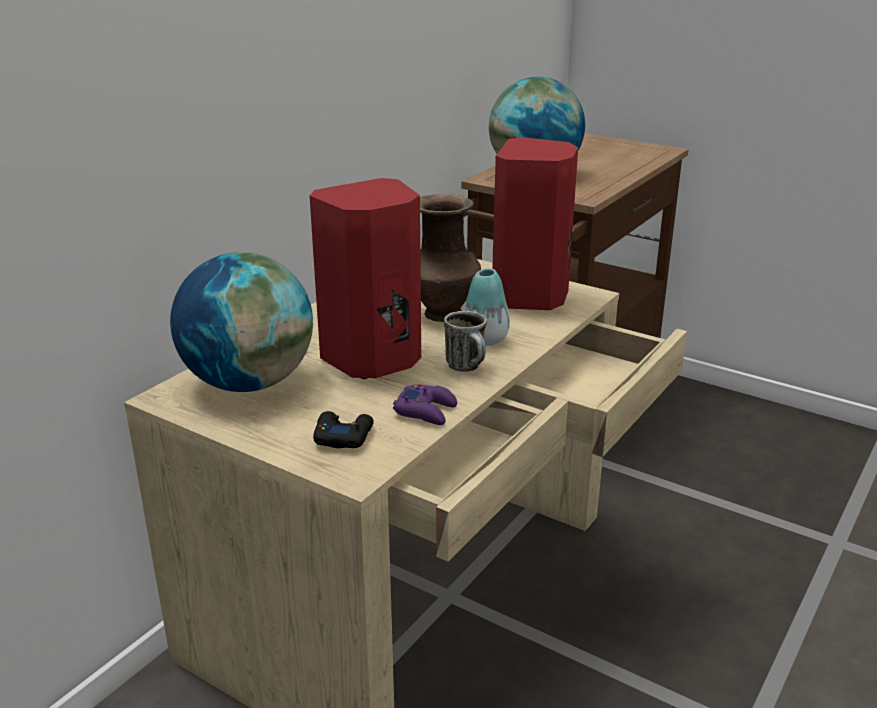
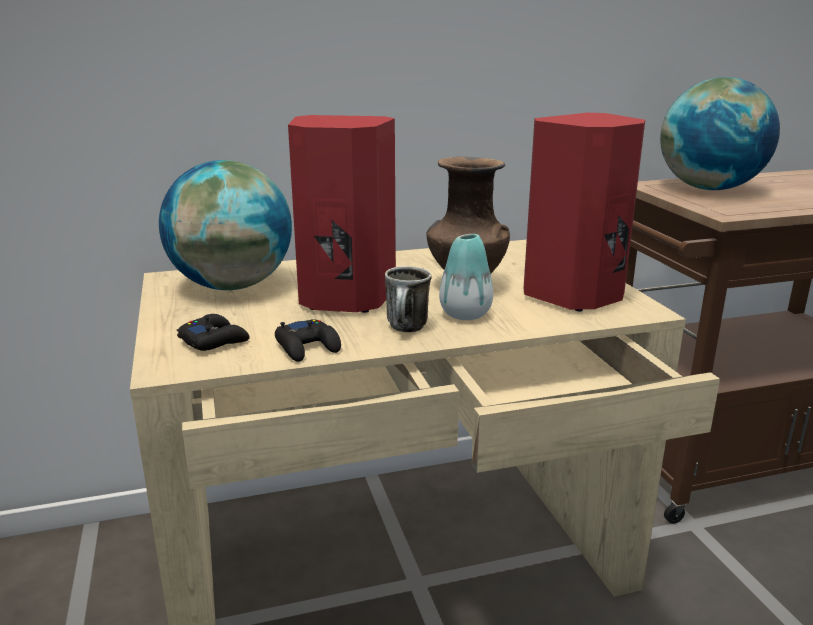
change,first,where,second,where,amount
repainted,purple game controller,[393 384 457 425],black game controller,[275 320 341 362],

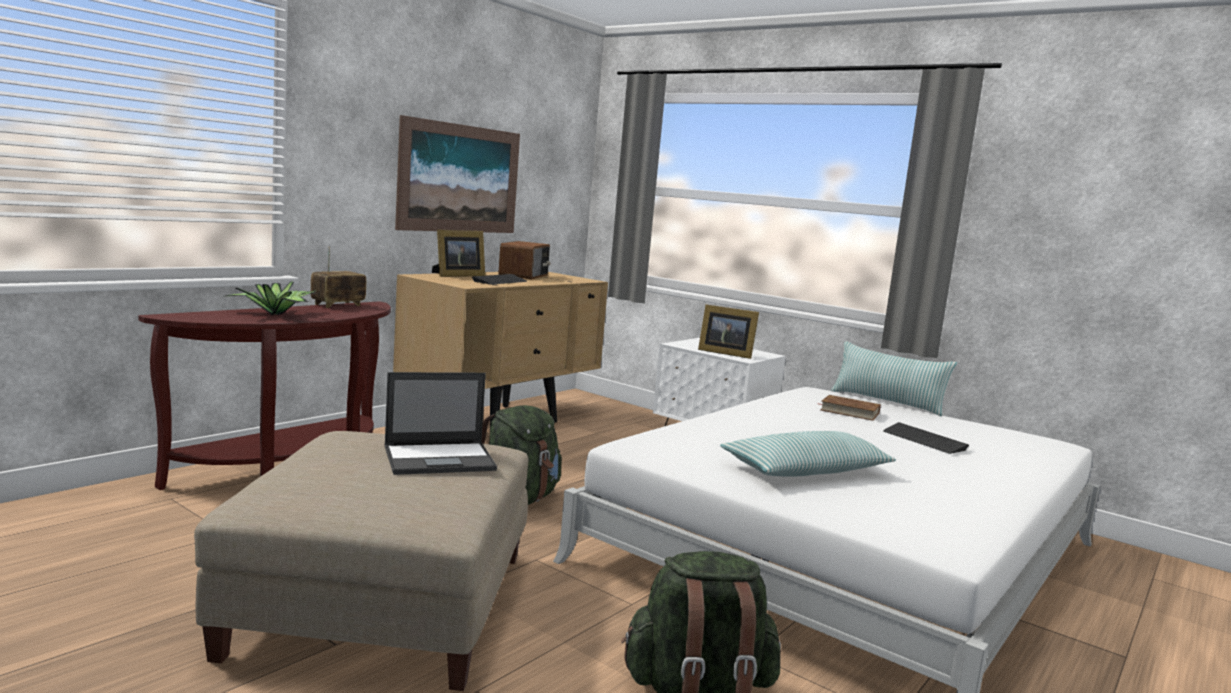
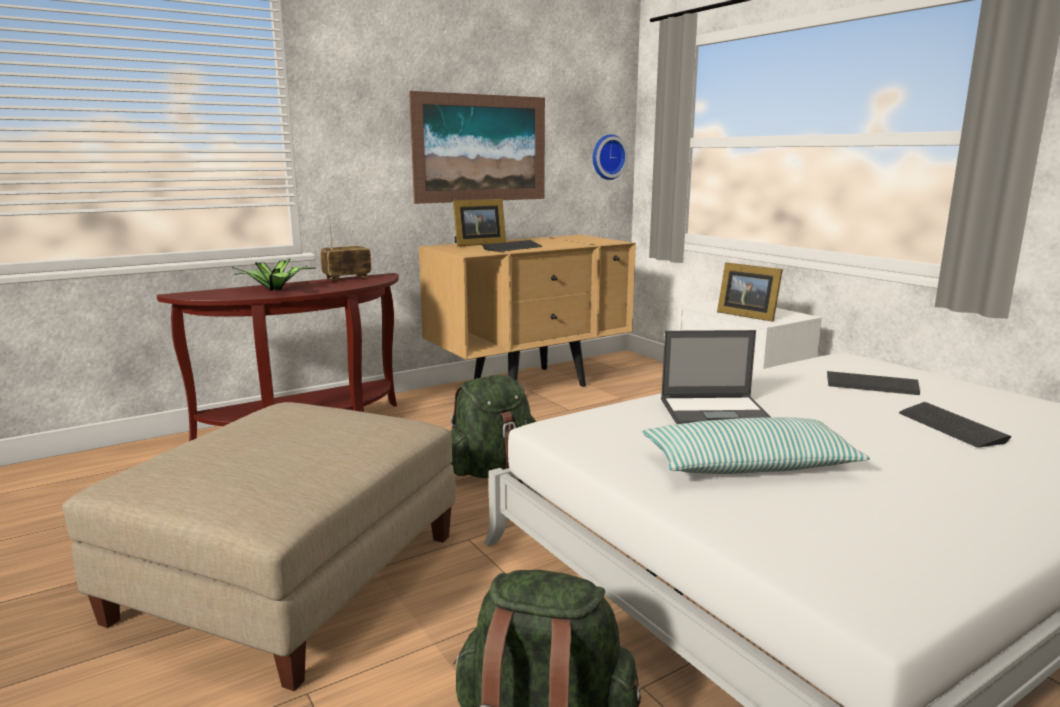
change,first,where,second,where,amount
shifted,laptop,[384 372 497 475],,[661 330 770 424],
gone,radio,[498 241 550 279],,,
swapped,brown book,[817 395 881 421],keyboard,[827 371 920 395],
gone,pillow,[831 341 957 416],,,
new,,,wall clock,[593 134 628 180],

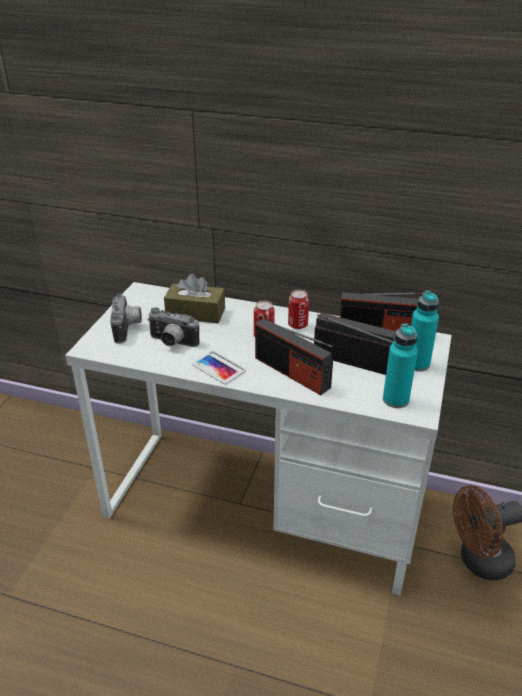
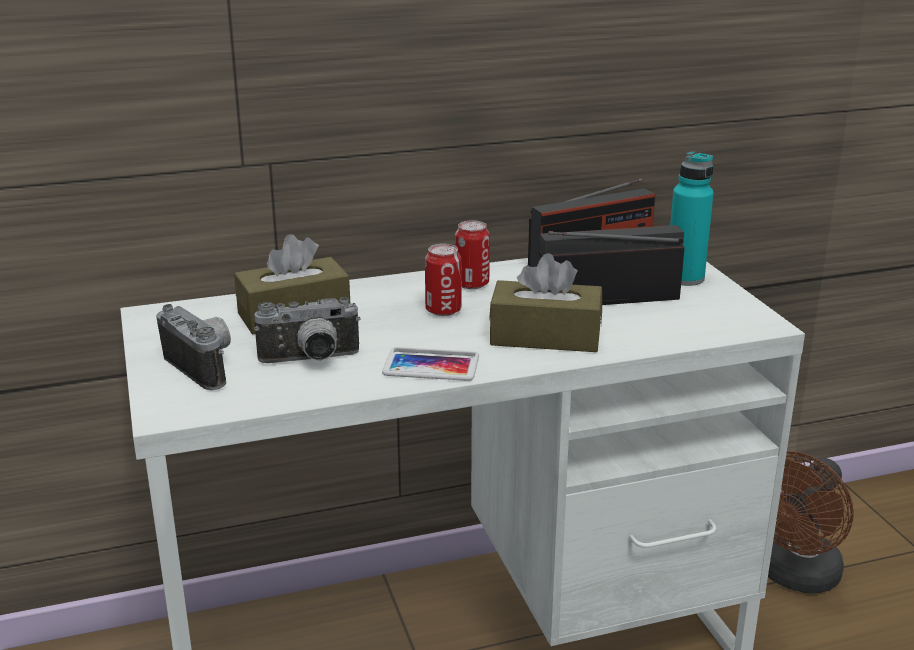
change,first,where,second,where,amount
swapped,radio,[255 318 333 395],brown tissue box,[489 253 602 352],
gone,turquoise bottle,[383 323 418 408],,,

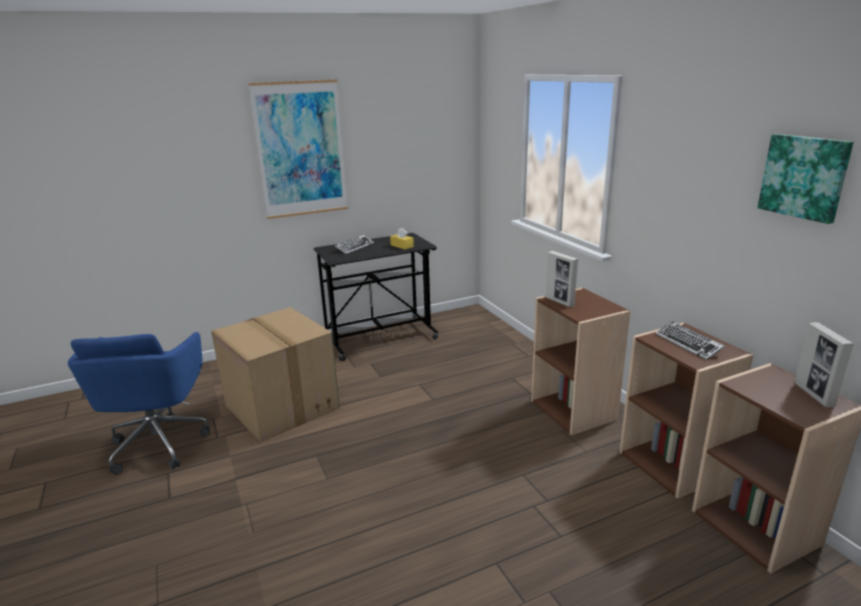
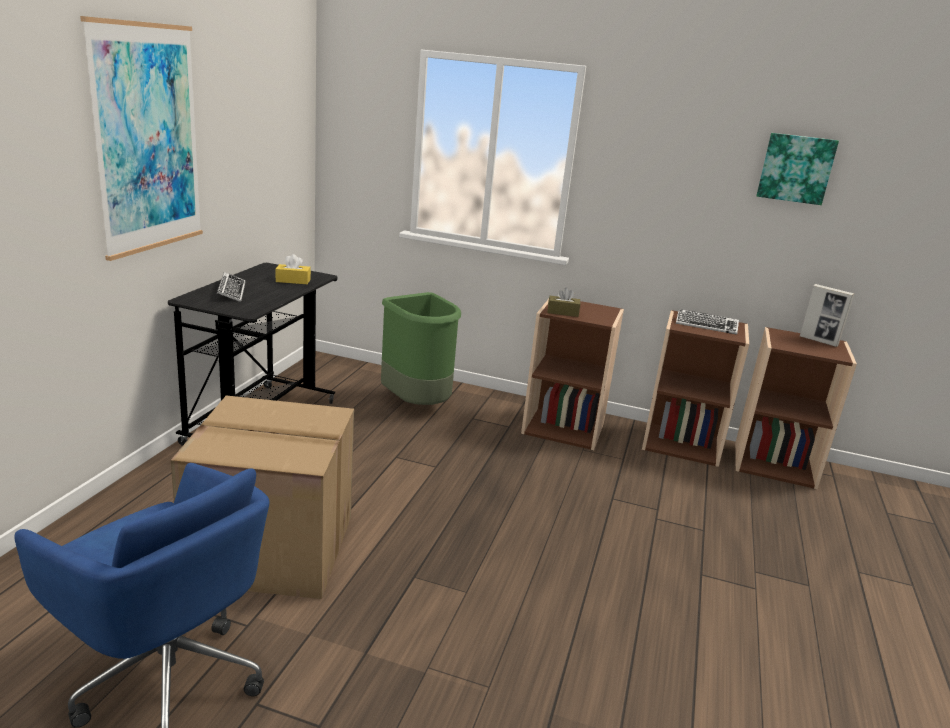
change,first,where,second,where,amount
swapped,picture frame,[546 251 578 307],brown tissue box,[547 287 580 317],
new,,,green trash can,[381 292 461 405],

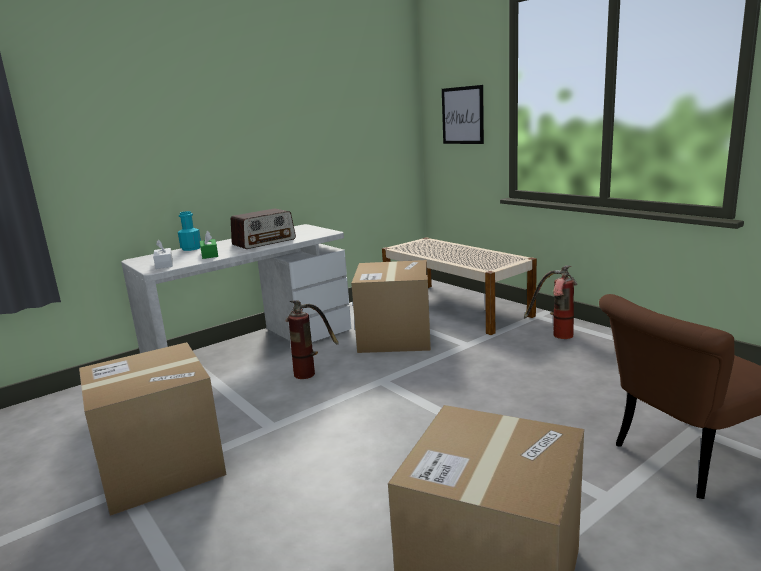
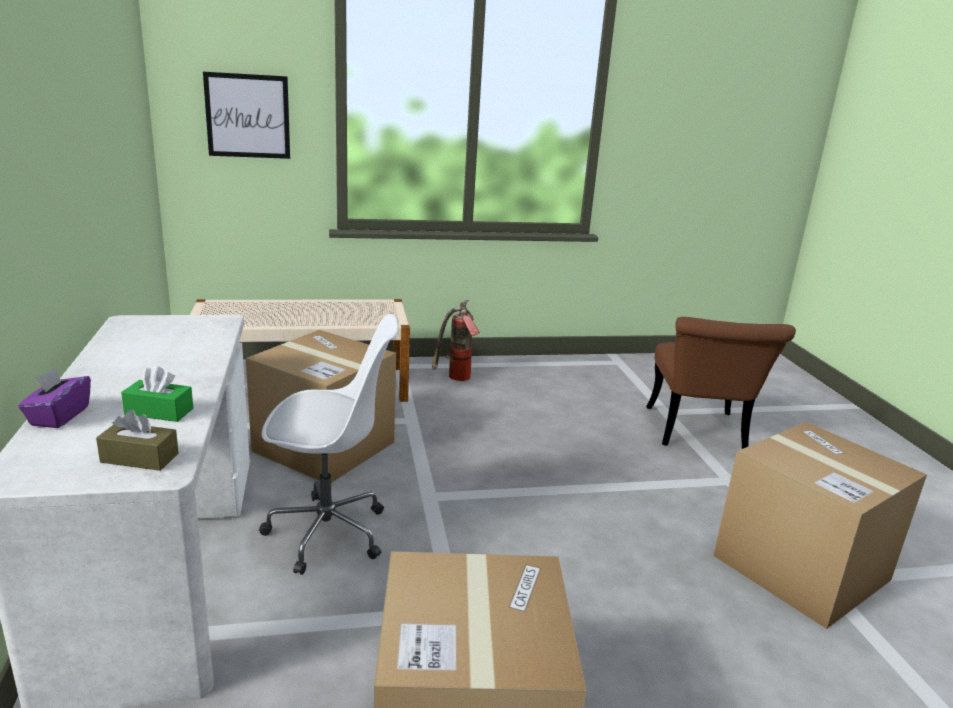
change,first,where,second,where,amount
repainted,white tissue box,[153 239 173 269],brown tissue box,[96 410 179 471],
swapped,turquoise bottle,[178 211 201 251],purple tissue box,[18 367 91 428],
gone,radio,[231 208 296 249],,,
swapped,fire extinguisher,[285 300 339 379],white office chair,[259 314 399 575],

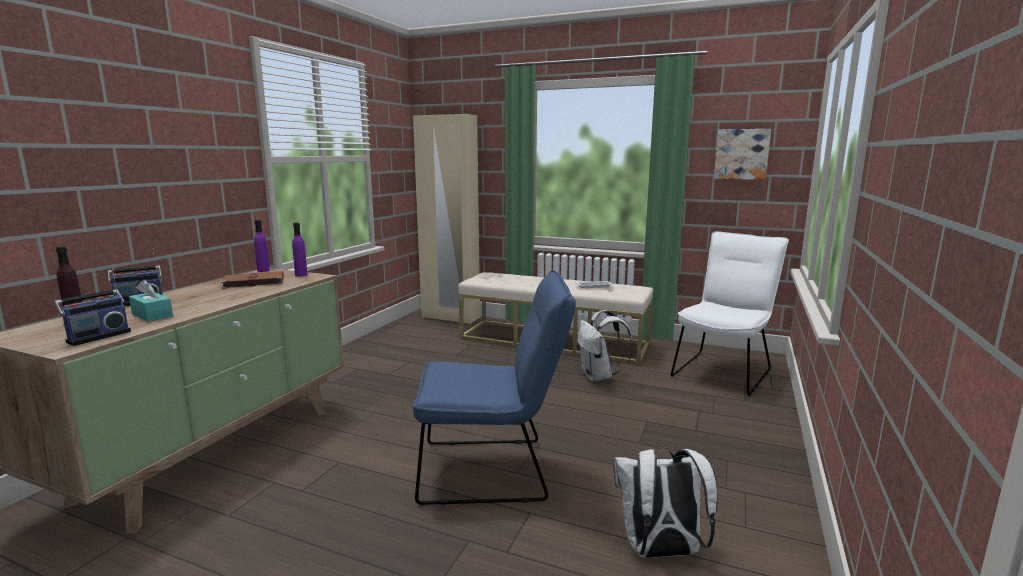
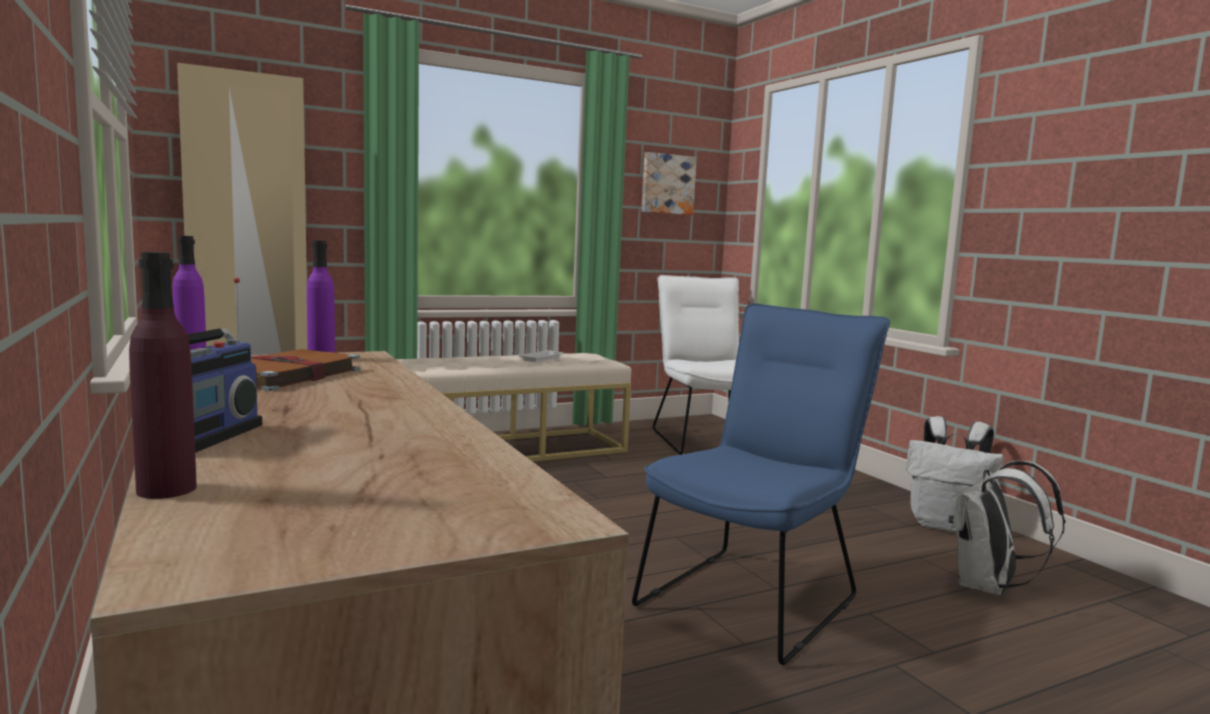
change,first,where,second,where,amount
gone,radio,[55 269 131 346],,,
gone,turquoise tissue box,[129 280 173 322],,,
shifted,white backpack,[577 310 633 381],,[906 416 1004 533],

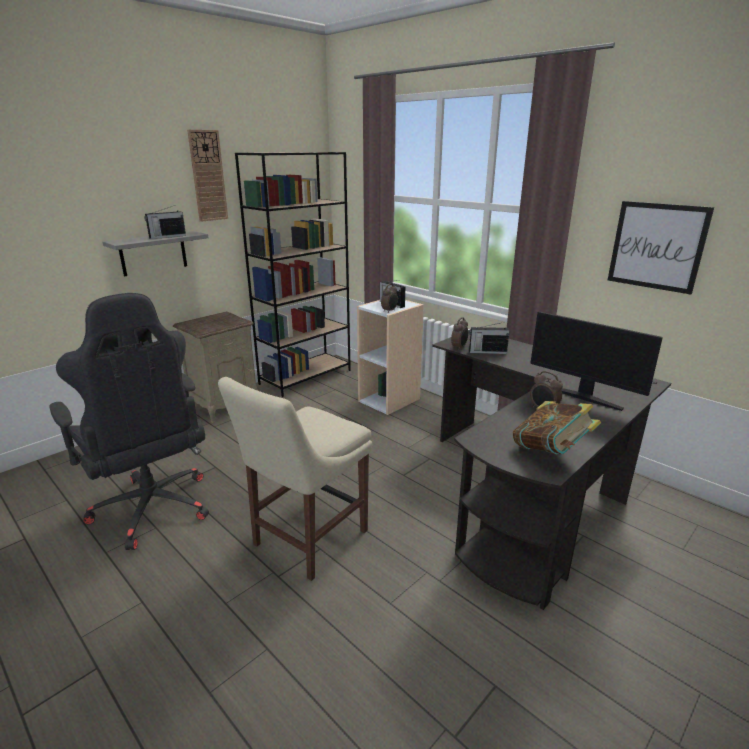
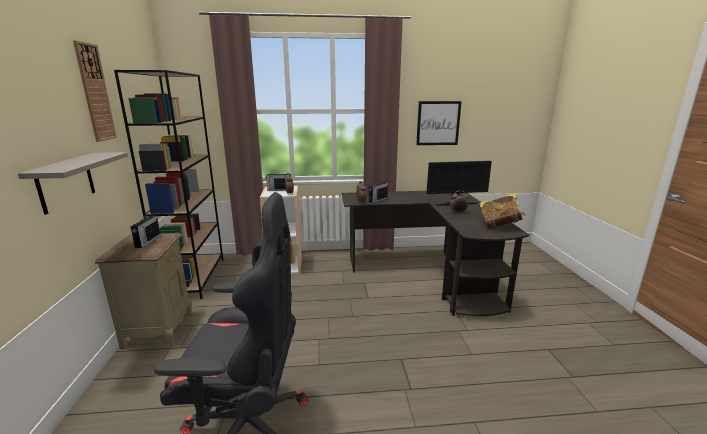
change,first,where,second,where,amount
shifted,radio,[144 205 186 239],,[131 215 161 248],
gone,beige chair,[218 377 372 581],,,

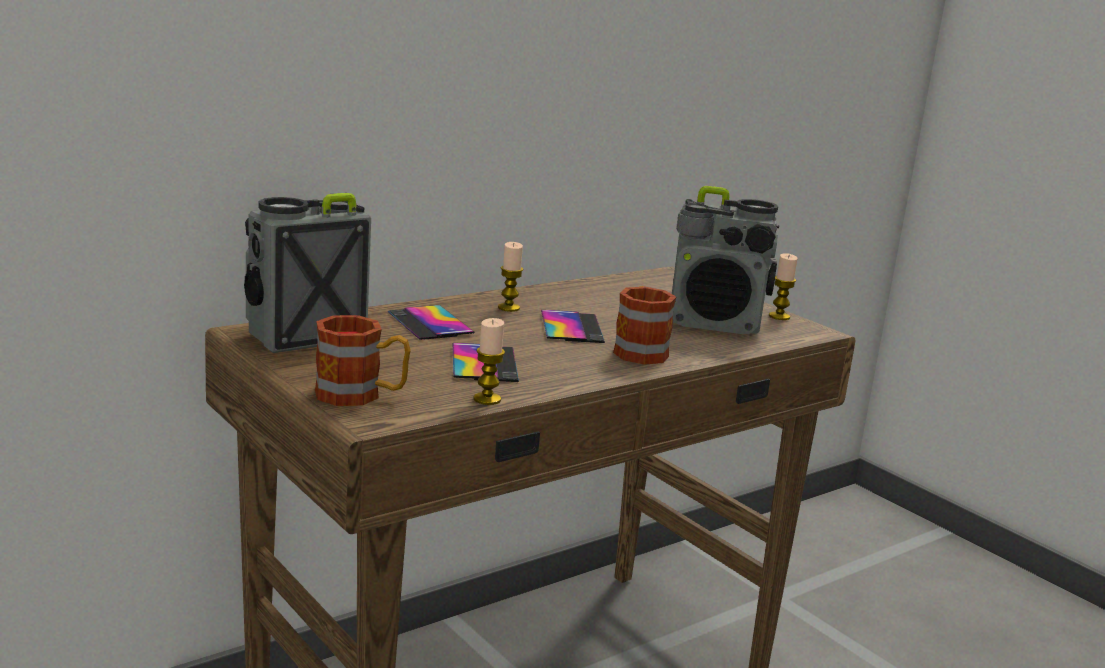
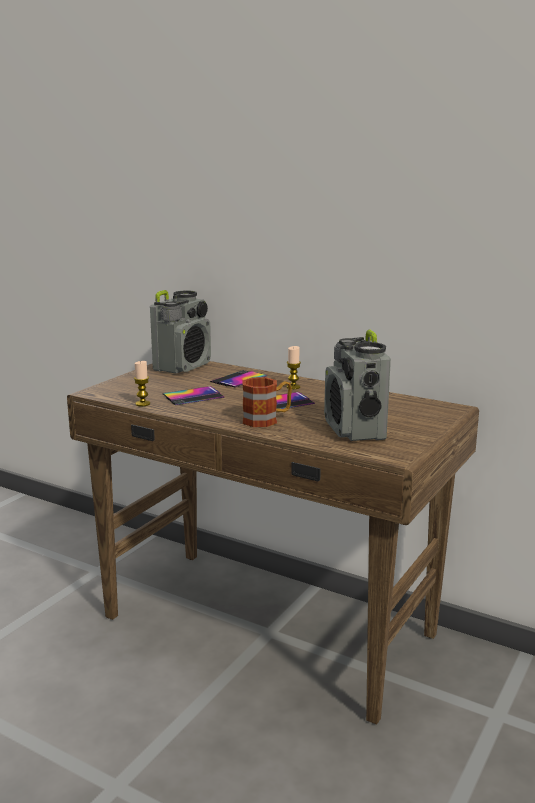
change,first,where,second,where,amount
rotated,radio,[244 193 371 353],,[150 290 211 374],90 degrees clockwise
gone,mug,[315 315 411 406],,,
gone,candle,[769 253 798 320],,,

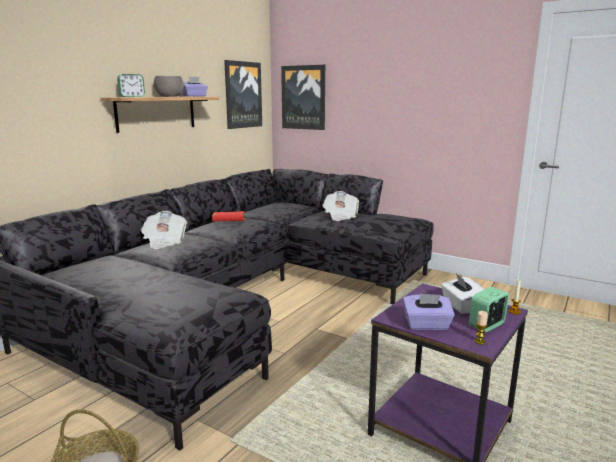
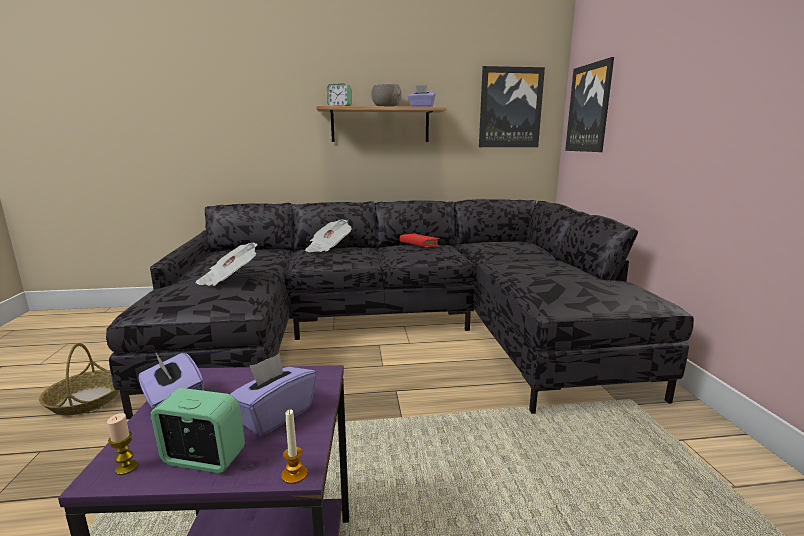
change,first,where,second,where,amount
shifted,newspaper,[323 191 359 221],,[196 243 257 286],
repainted,white tissue box,[441 273 484 314],purple tissue box,[230 353 316 436],

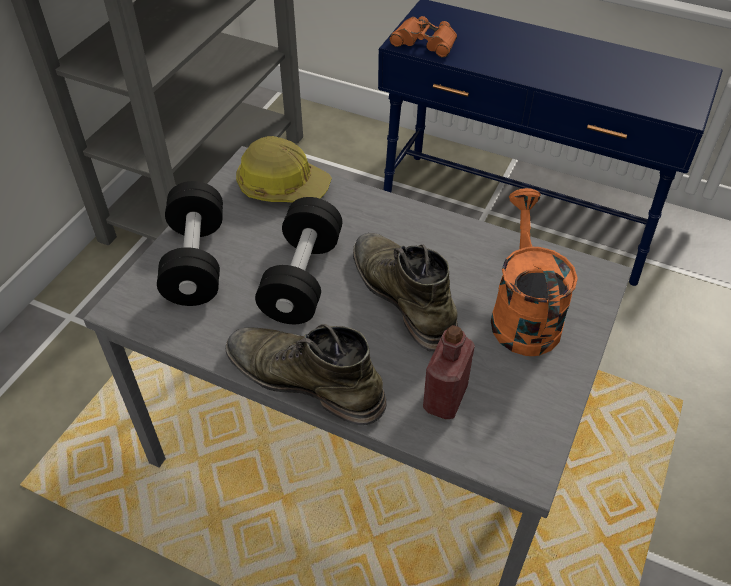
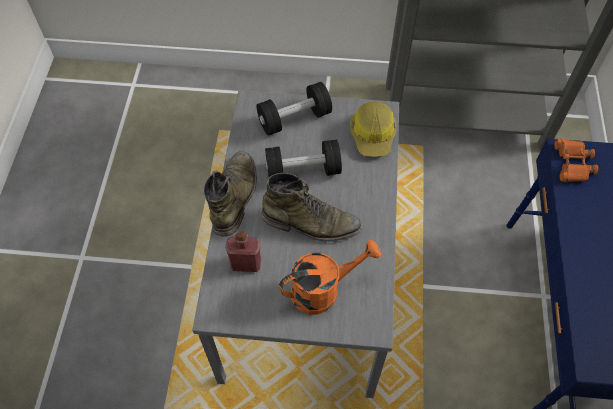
change,first,where,second,where,amount
rotated,green boot,[353 233 458 352],,[261 173 362 242],60 degrees clockwise

